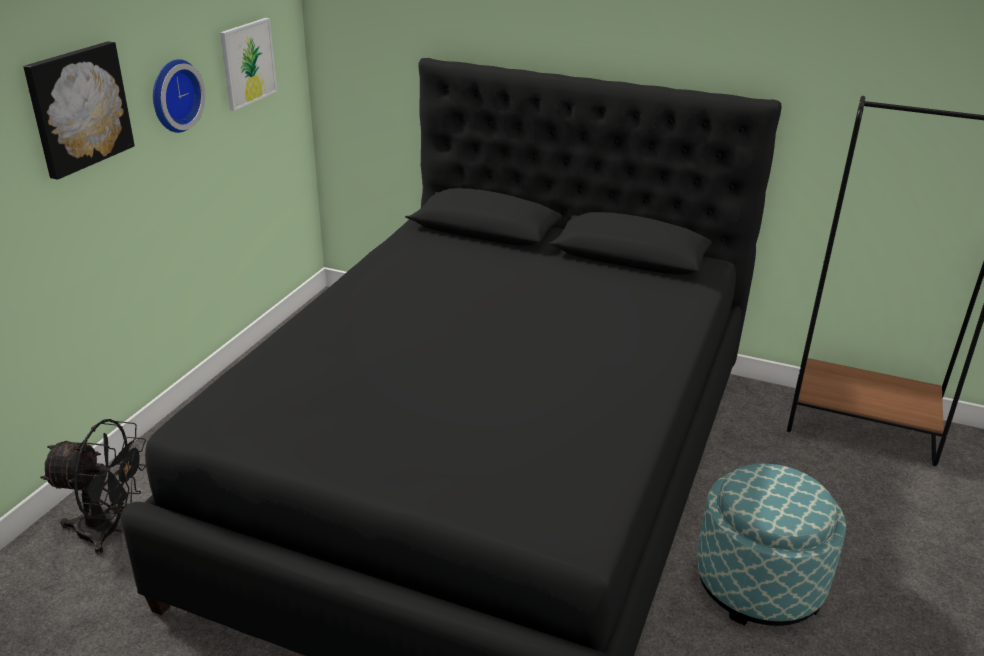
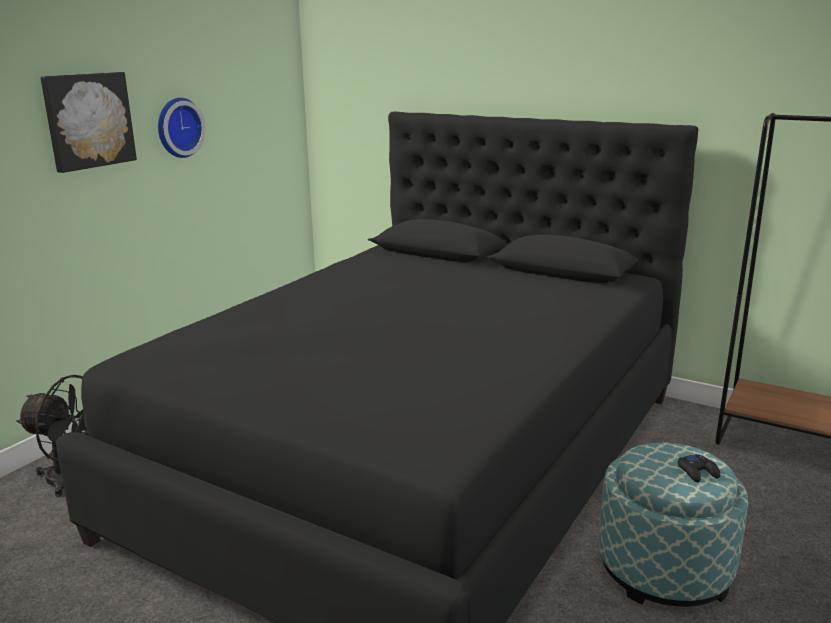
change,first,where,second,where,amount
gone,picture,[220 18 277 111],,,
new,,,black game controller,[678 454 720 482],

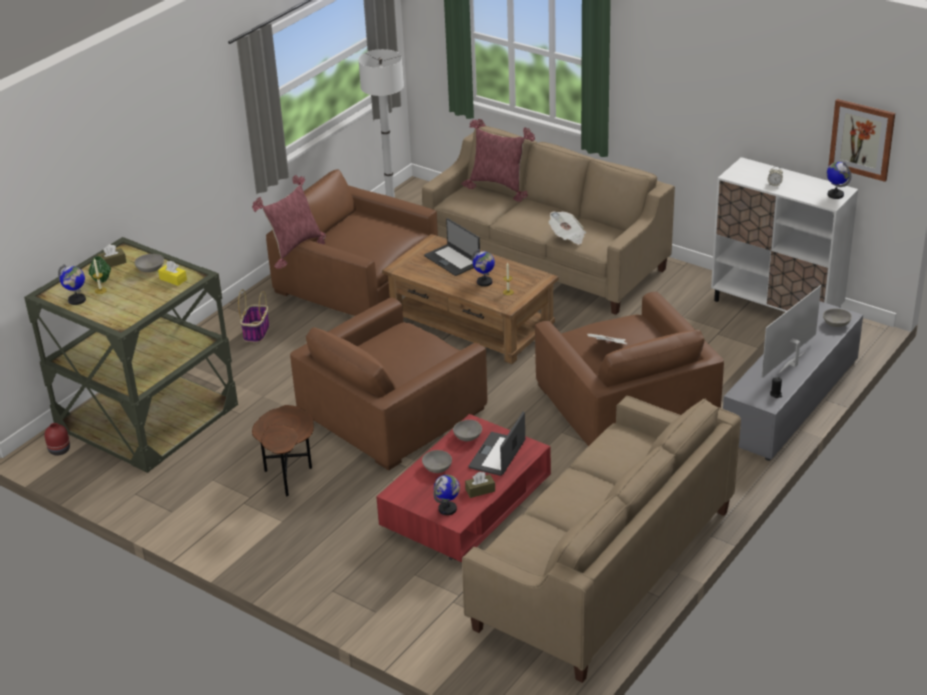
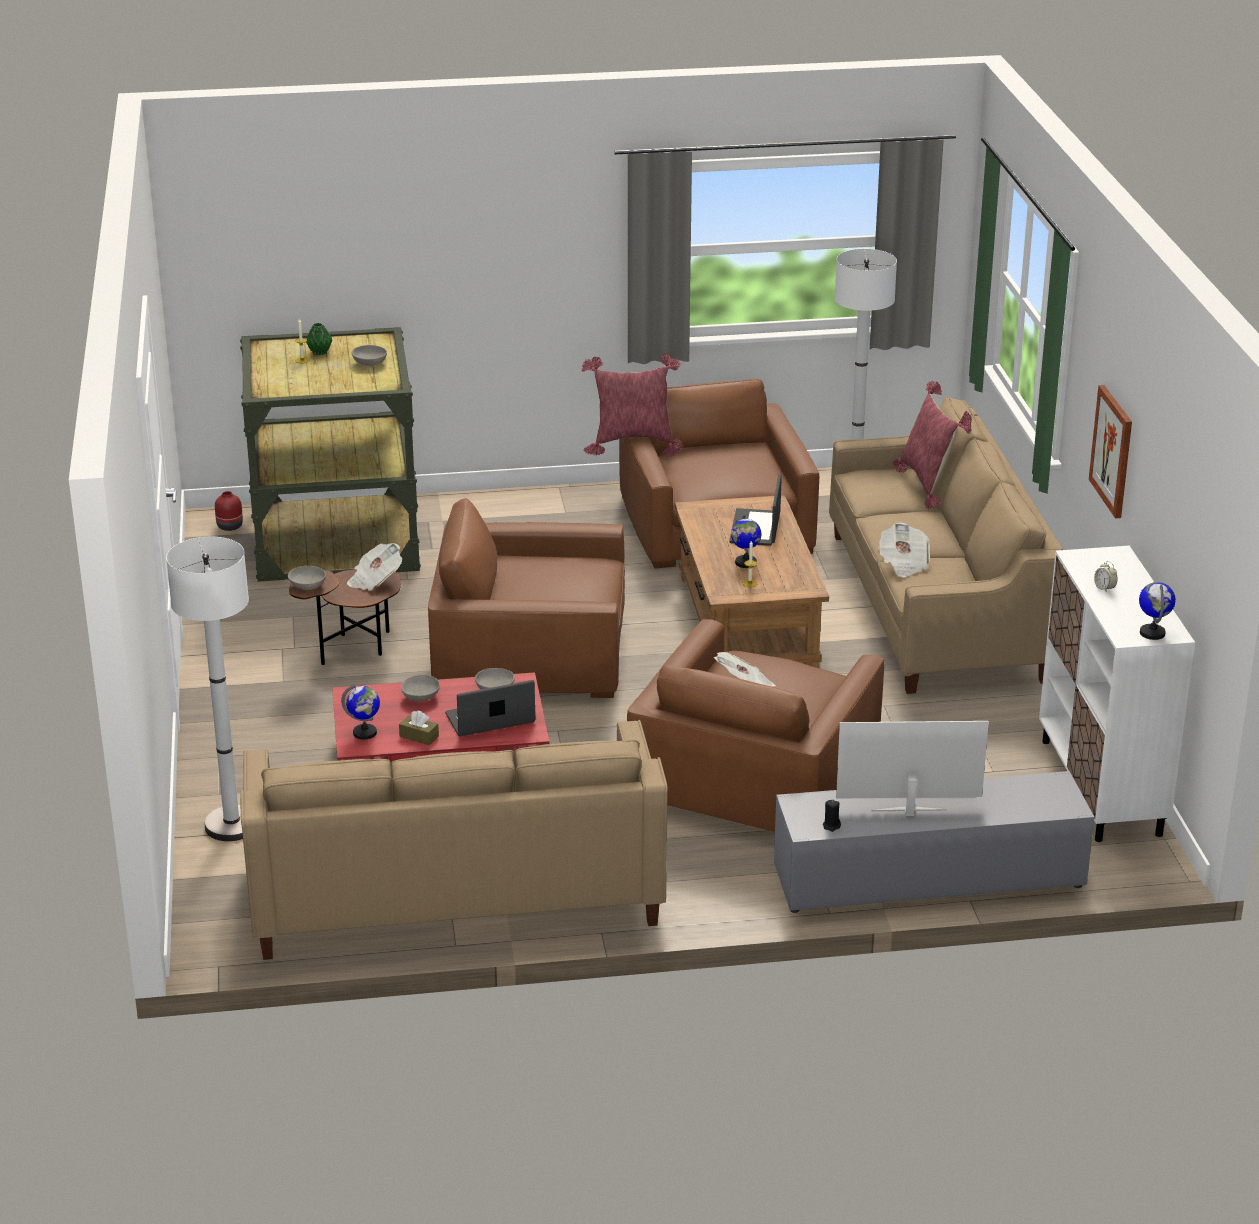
change,first,where,second,where,amount
gone,globe,[58 264 86 305],,,
gone,brown tissue box,[97 244 127 267],,,
gone,yellow tissue box,[158 261 187 286],,,
gone,basket,[238 289 270 343],,,
shifted,grey bowl,[823 309 852 327],,[288 566 326 590],
shifted,picture,[828 99 895 182],,[1089 385 1132 518],
new,,,white floor lamp,[166 537 249 841],
new,,,newspaper,[347 543 402 591],

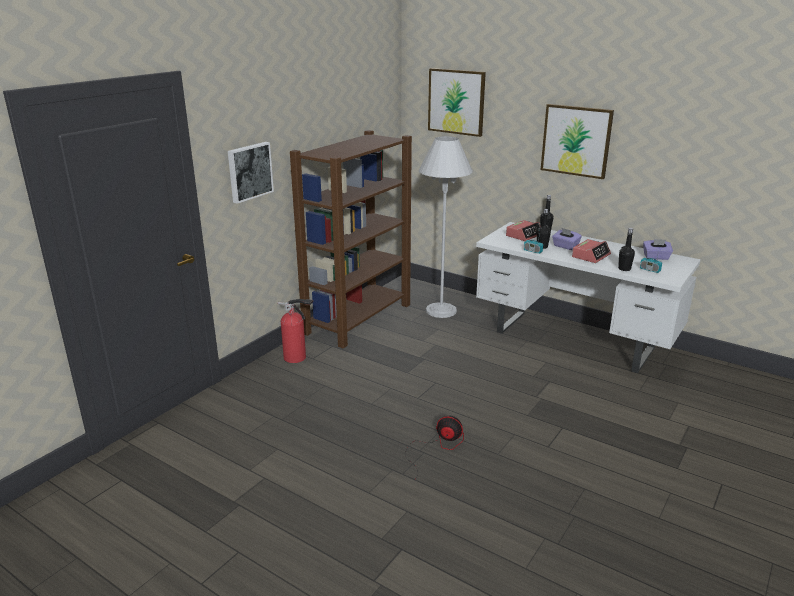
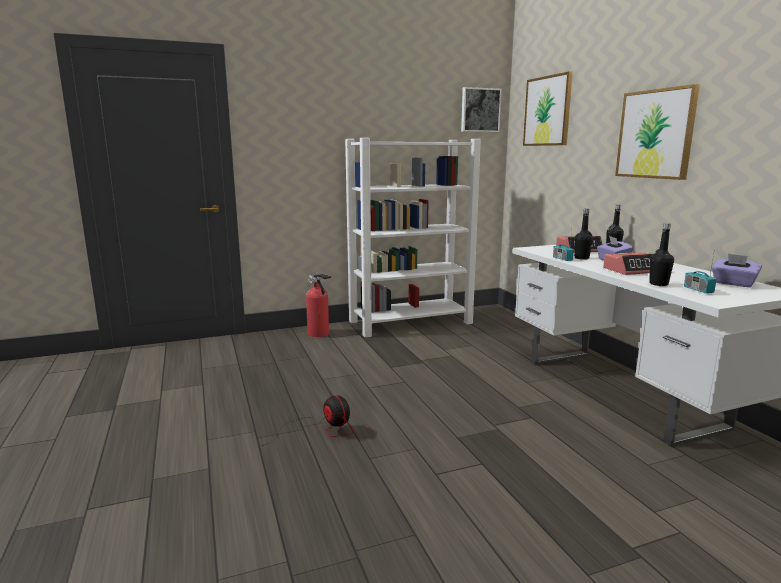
change,first,where,second,where,amount
shifted,picture,[228 142 274 204],,[461 87 502 132],
repainted,brown bookcase,[290 130 412 348],white bookcase,[345 138 481 338],
gone,white floor lamp,[419 136 473 318],,,

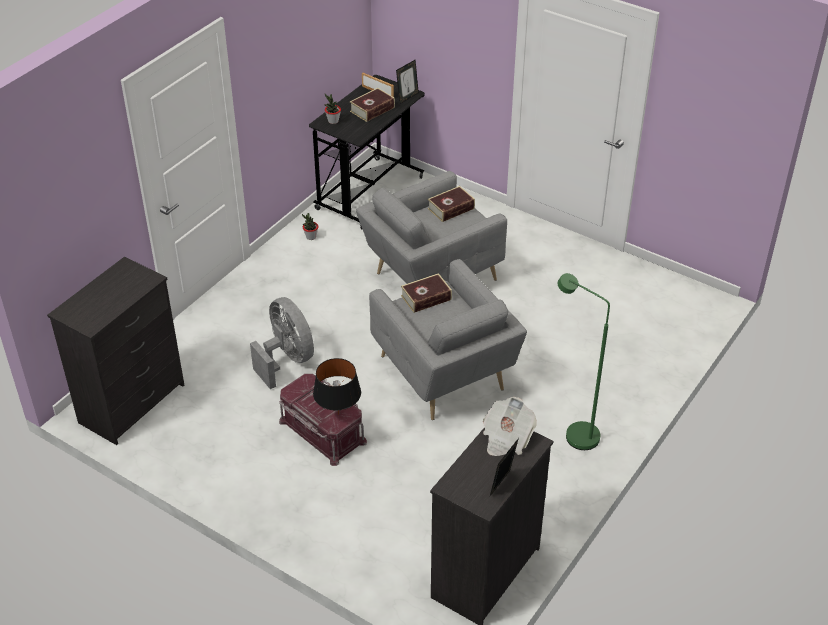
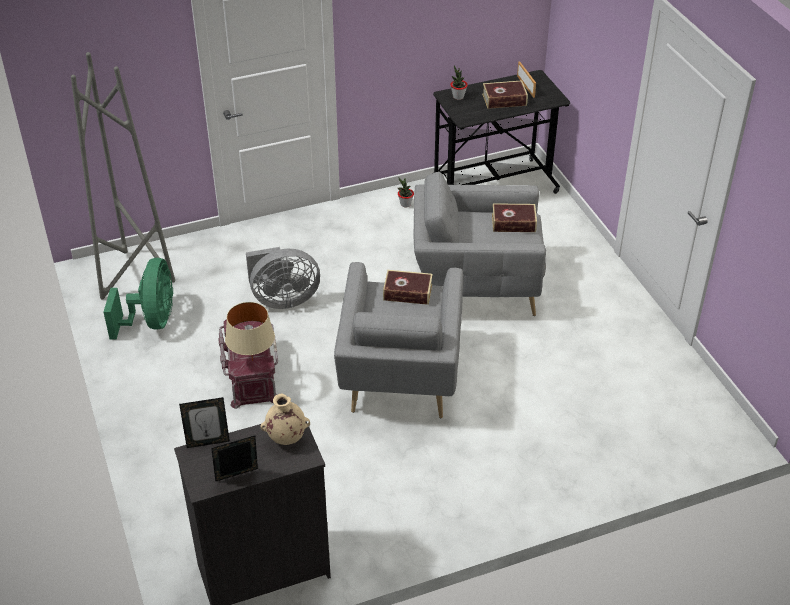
change,first,where,second,where,amount
swapped,black dresser,[47 256 184 445],grey clothes rack,[71 52 175 300],
rotated,grey fan,[250 297 314 389],,[246 247 320 309],75 degrees clockwise
repainted,black table lamp,[313 358 361 415],beige table lamp,[225 302 275 361],
shifted,picture frame,[396 60 419 104],,[179 397 230 448],
swapped,newspaper,[483 397 537 456],beige vase,[261 393 310 445],
gone,green floor lamp,[558 273 610 450],,,
new,,,green fan,[104 258 173 340],

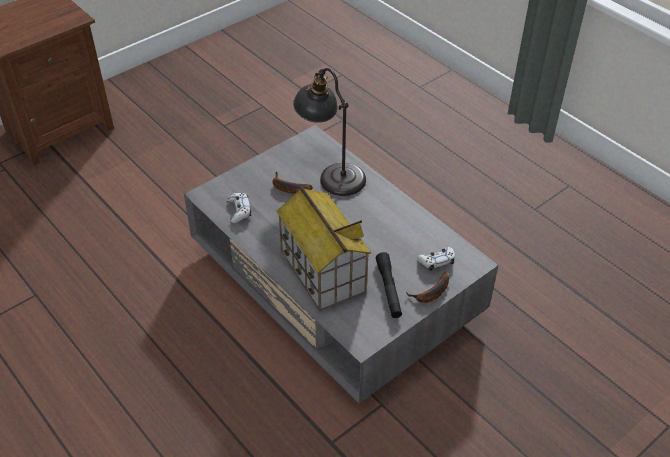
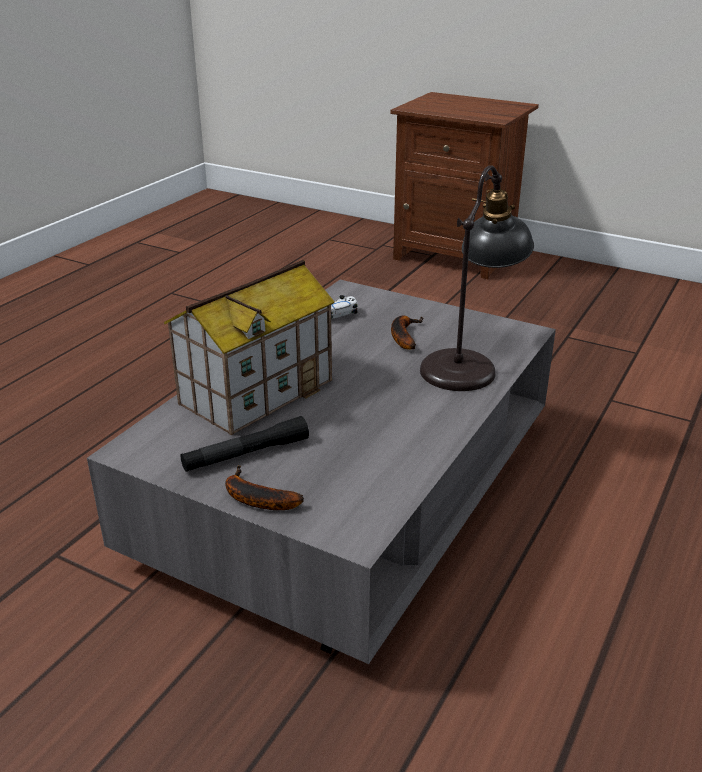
change,first,where,second,where,amount
gone,white game controller,[417 247 455 271],,,

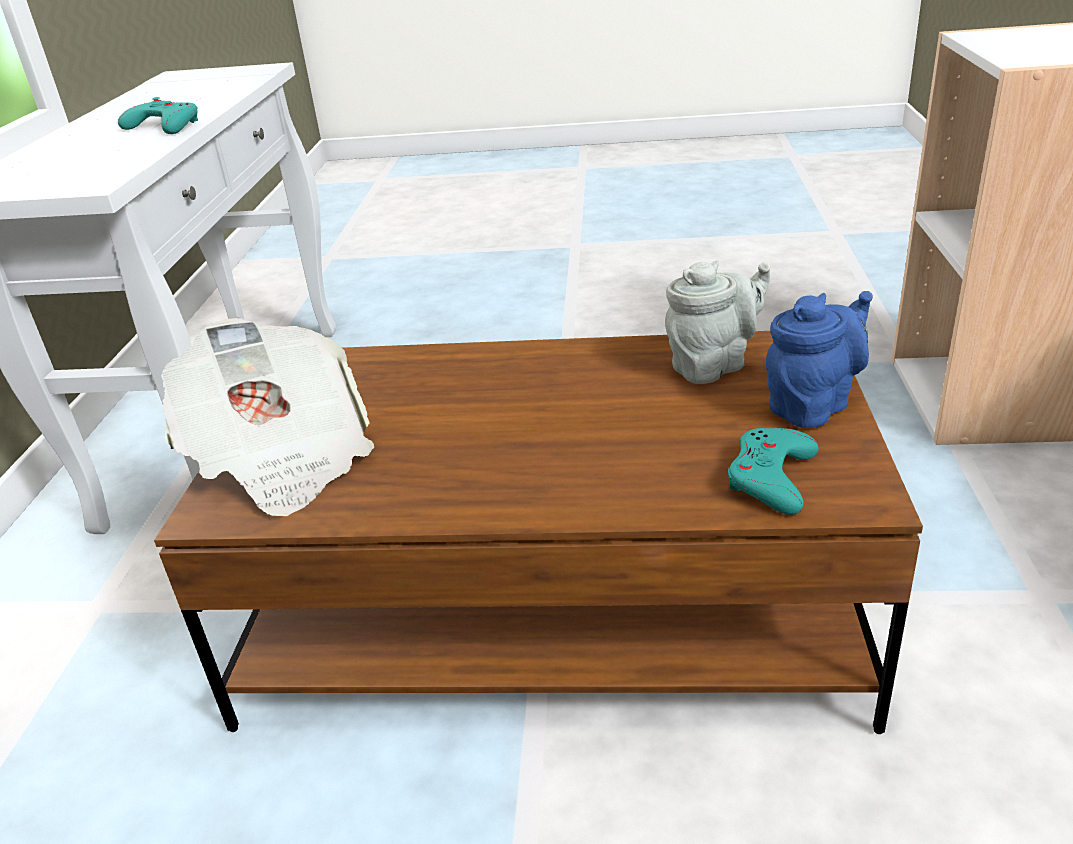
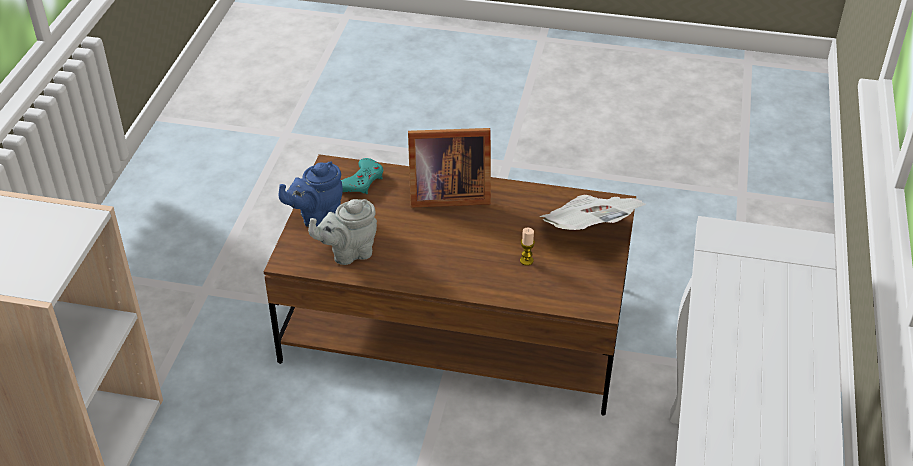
change,first,where,second,where,amount
gone,turquoise game controller,[118 97 198 134],,,
new,,,picture frame,[408 128 491 208],
new,,,candle,[520 228 535 266],

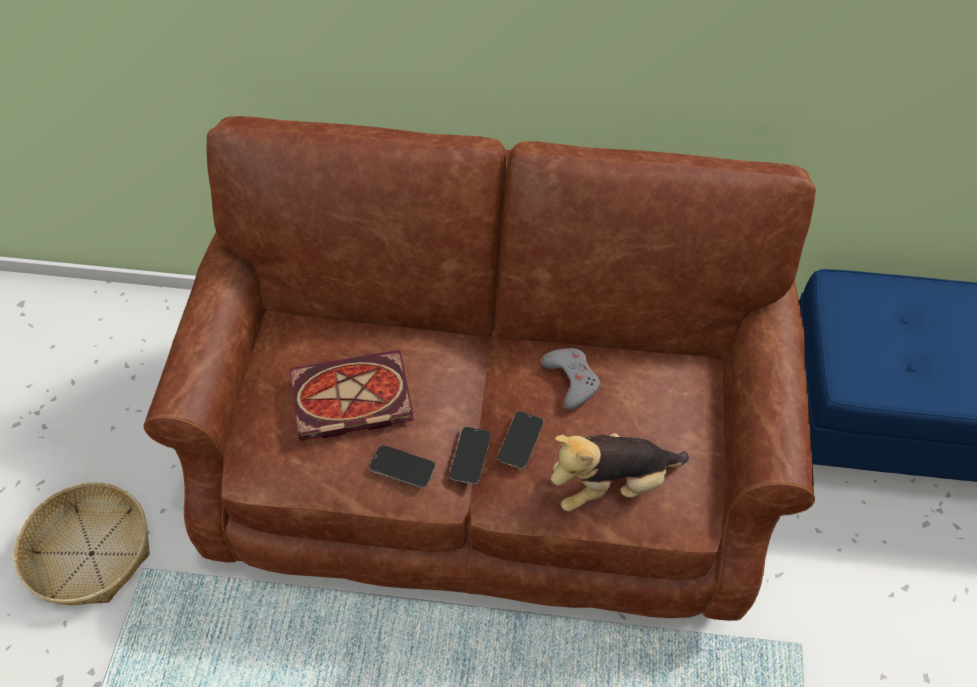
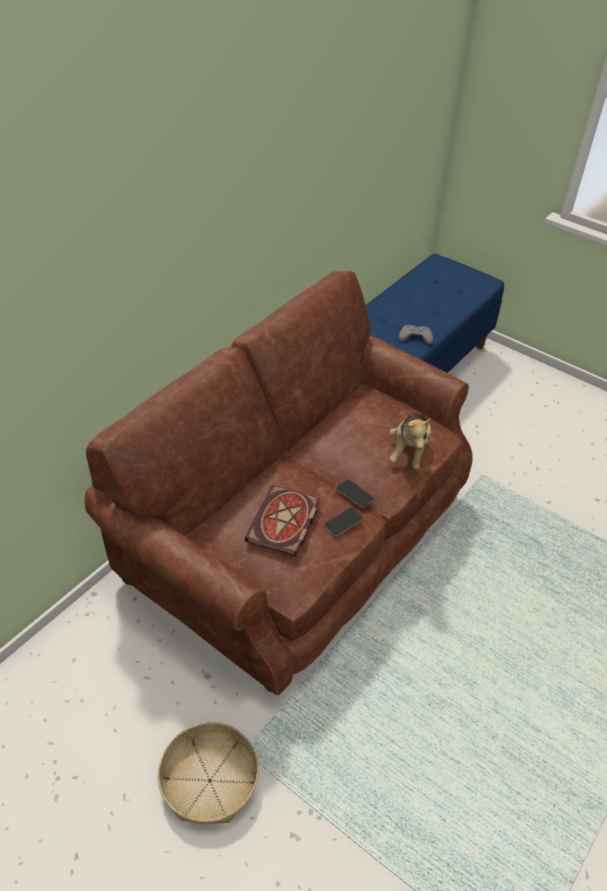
change,first,where,second,where,amount
gone,phone,[498 412 543 469],,,
shifted,grey game controller,[541 348 600 410],,[399 325 433 344],

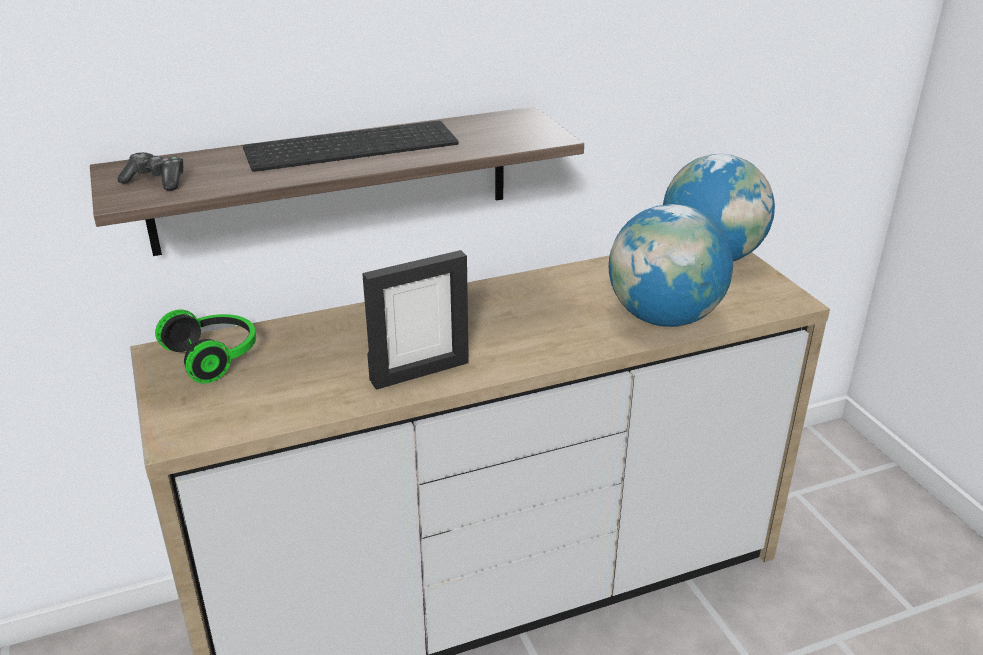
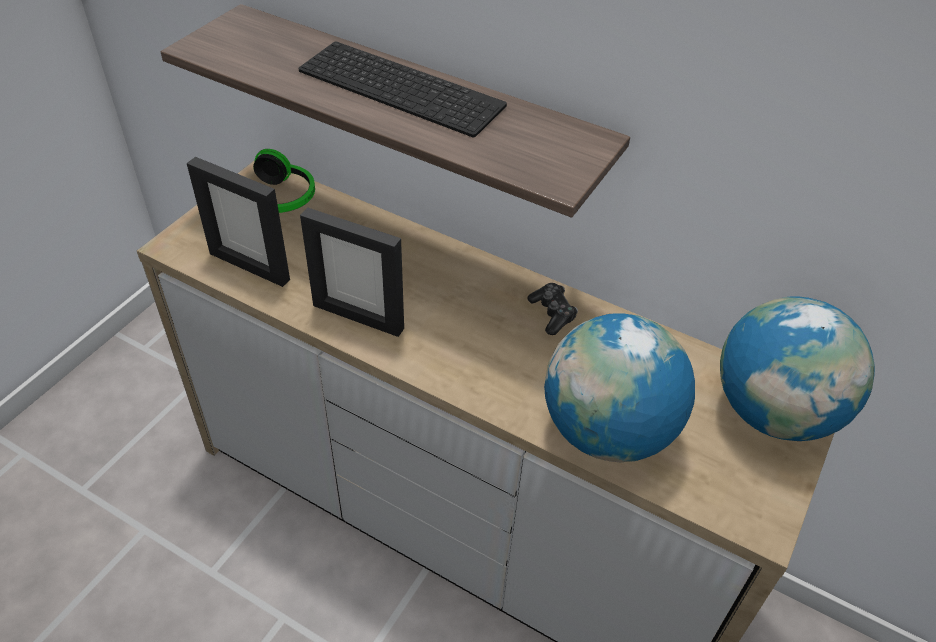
change,first,where,second,where,amount
shifted,game controller,[118 152 183 191],,[527 283 578 335],
new,,,picture frame,[187 157 290 287],

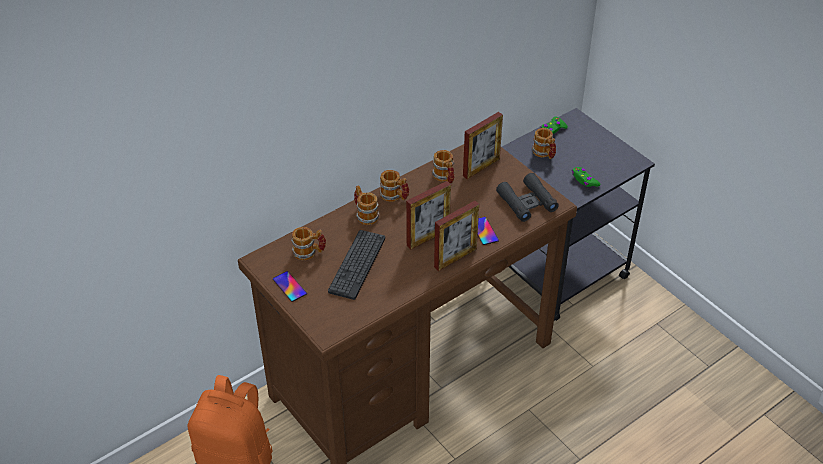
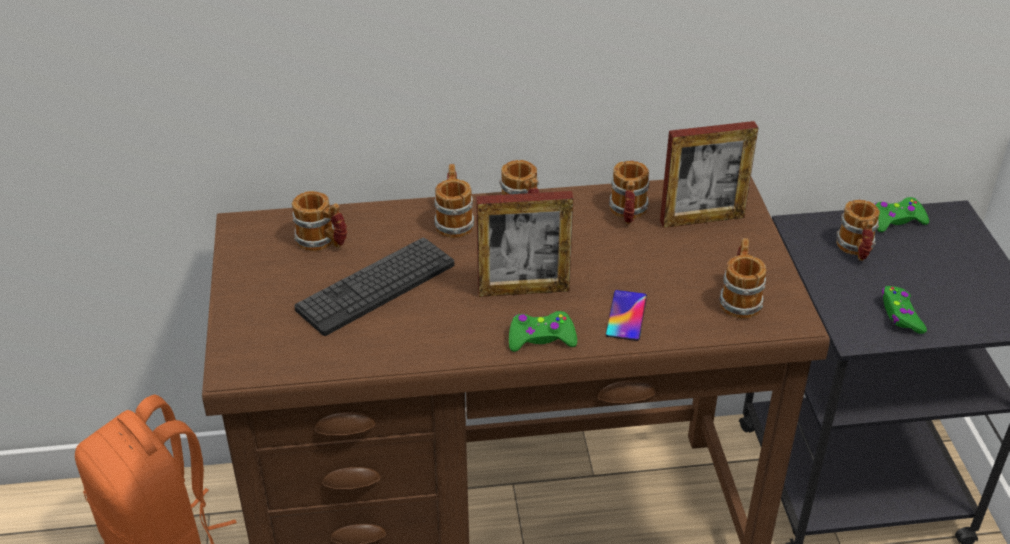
change,first,where,second,where,amount
gone,phone,[273 271 307 302],,,
swapped,picture frame,[434 201 479 271],green game controller,[509 311 577 352],
swapped,black binoculars,[496 173 559 222],mug,[720 238 766 319],

